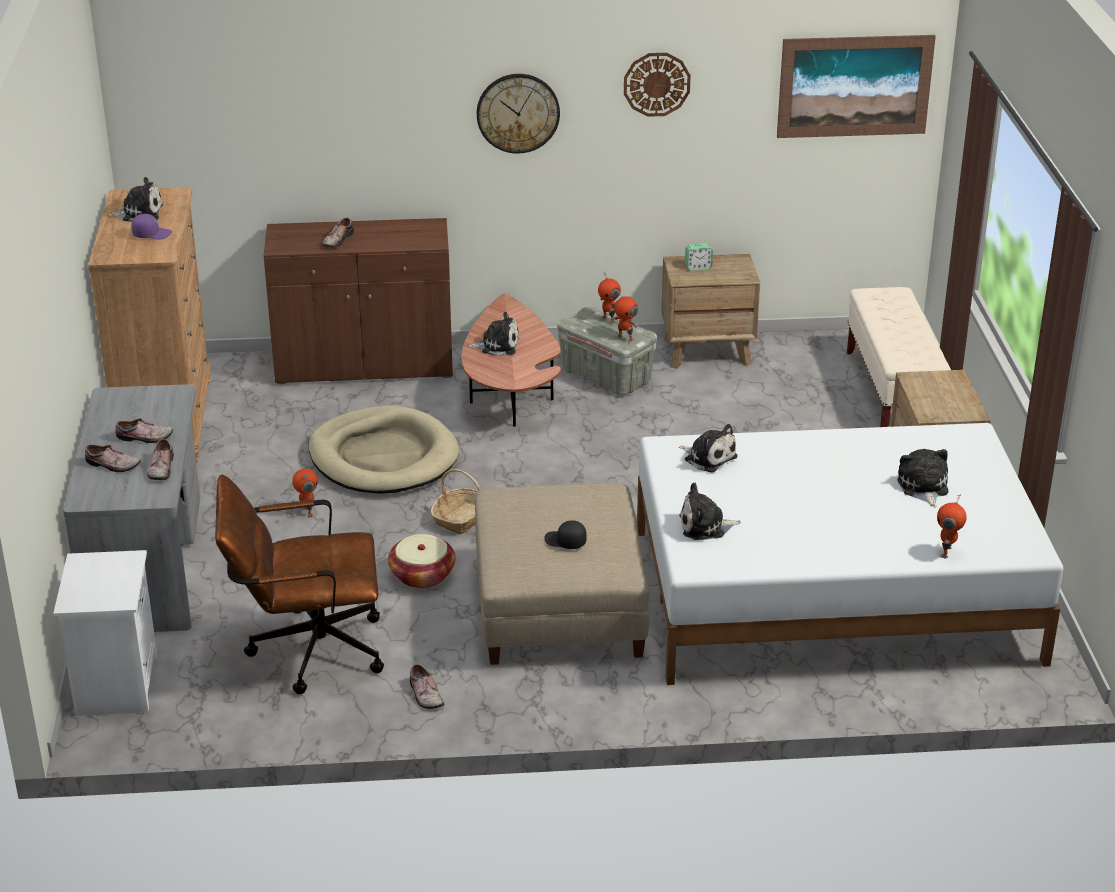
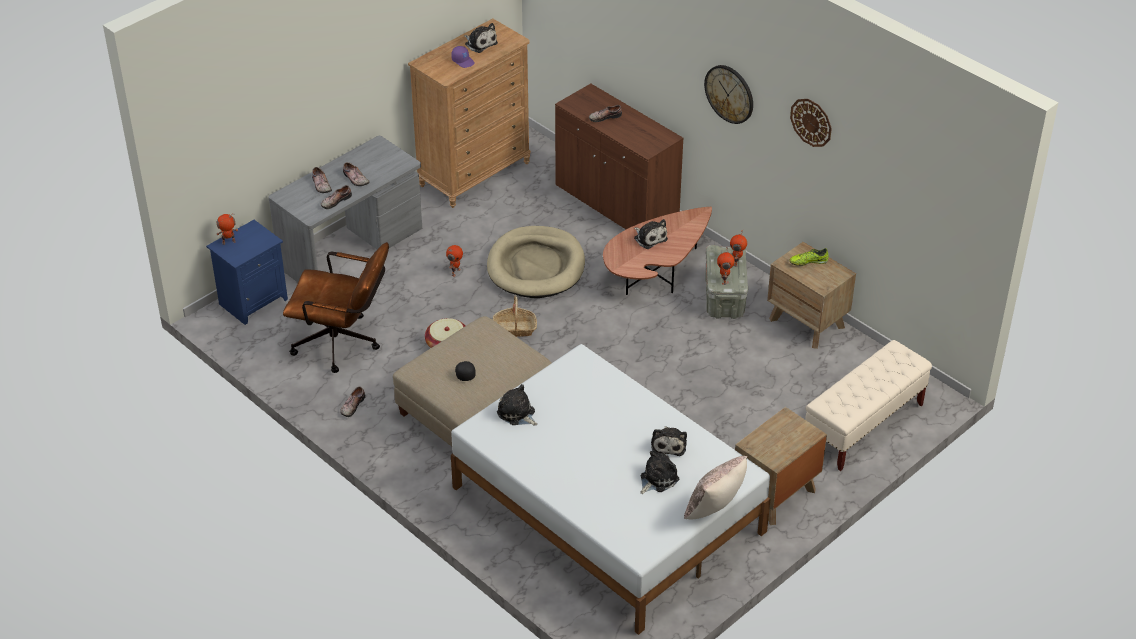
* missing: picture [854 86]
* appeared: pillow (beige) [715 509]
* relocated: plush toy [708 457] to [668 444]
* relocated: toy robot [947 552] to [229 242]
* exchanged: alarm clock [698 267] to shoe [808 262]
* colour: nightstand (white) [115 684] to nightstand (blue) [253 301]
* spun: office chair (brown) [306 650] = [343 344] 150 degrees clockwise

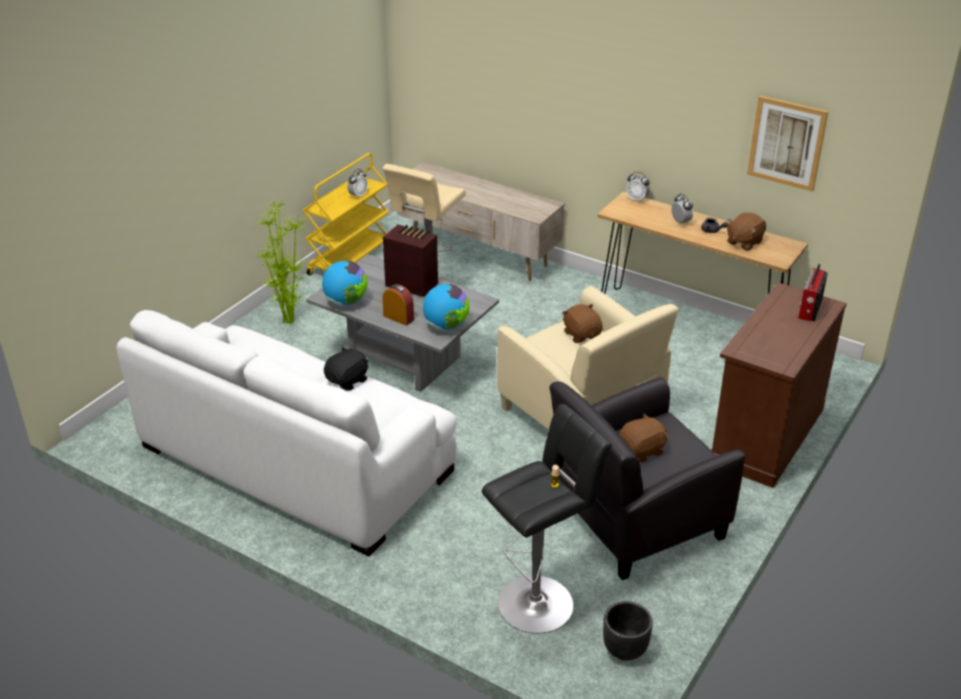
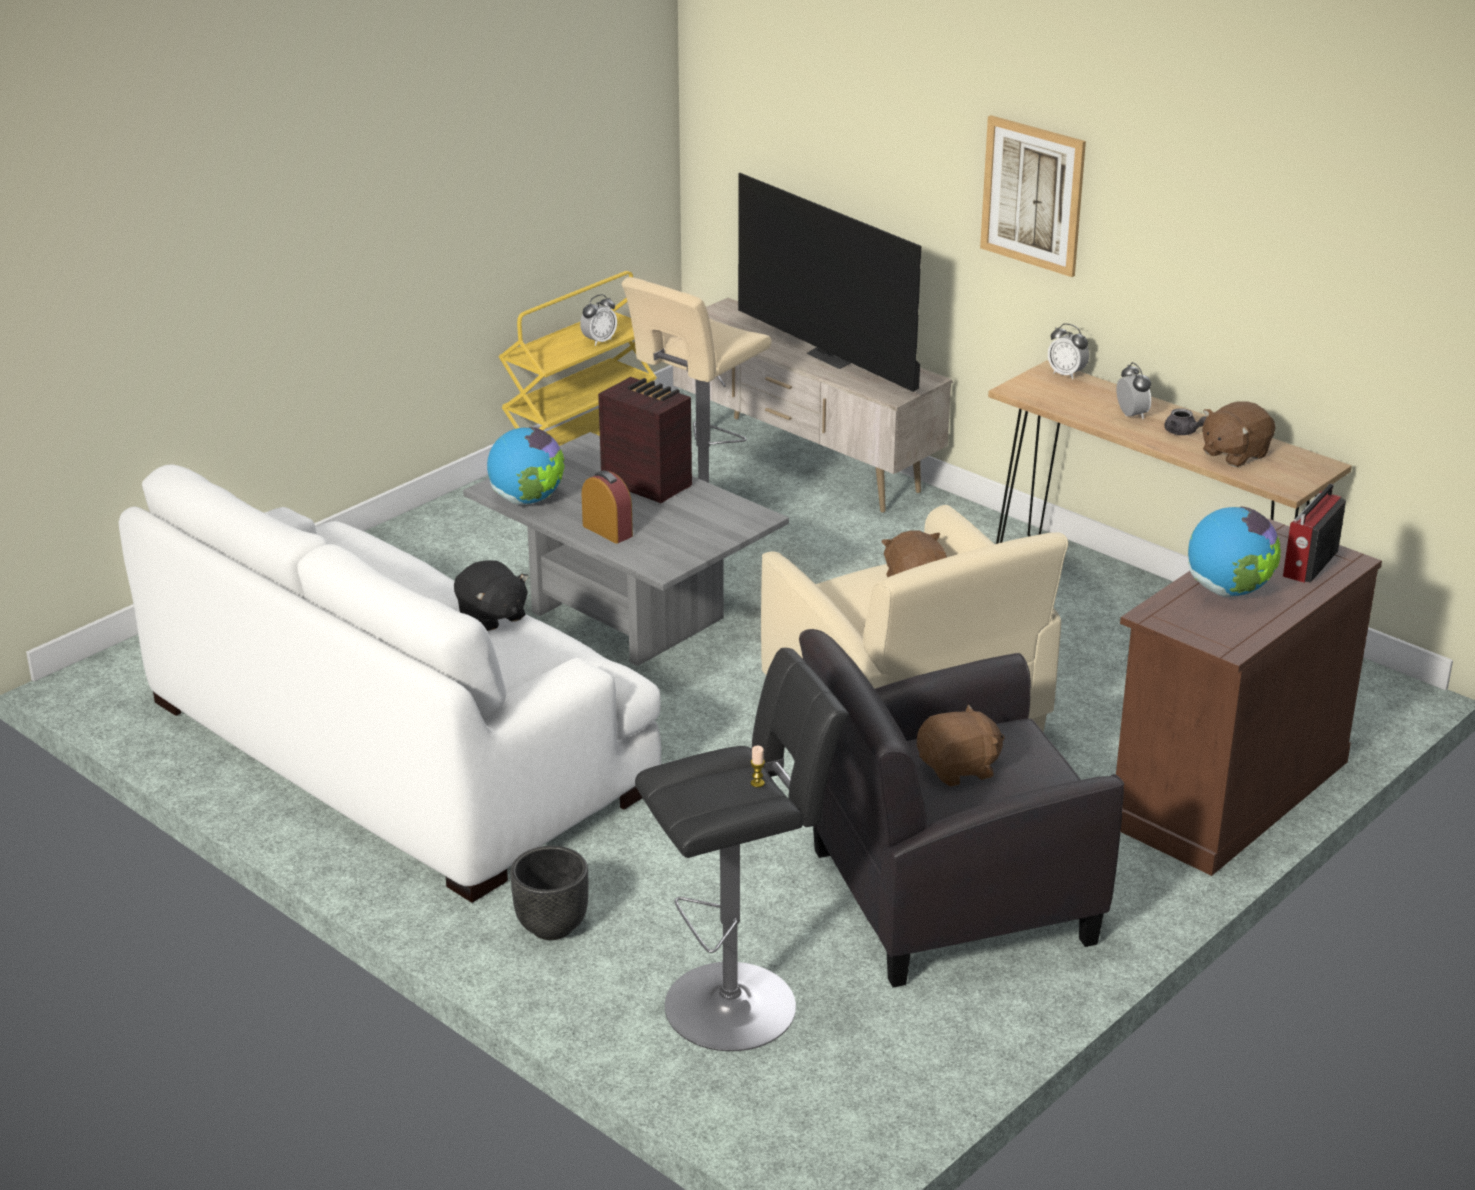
* missing: potted plant [289 323]
* appeared: television [835 357]
* relocated: globe [446 326] to [1228 591]
* relocated: planter (black) [624 650] to [550 927]
* relocated: picture [786 143] to [1032 195]
* spun: plush toy (black) [348 381] = [491 617] 90 degrees clockwise

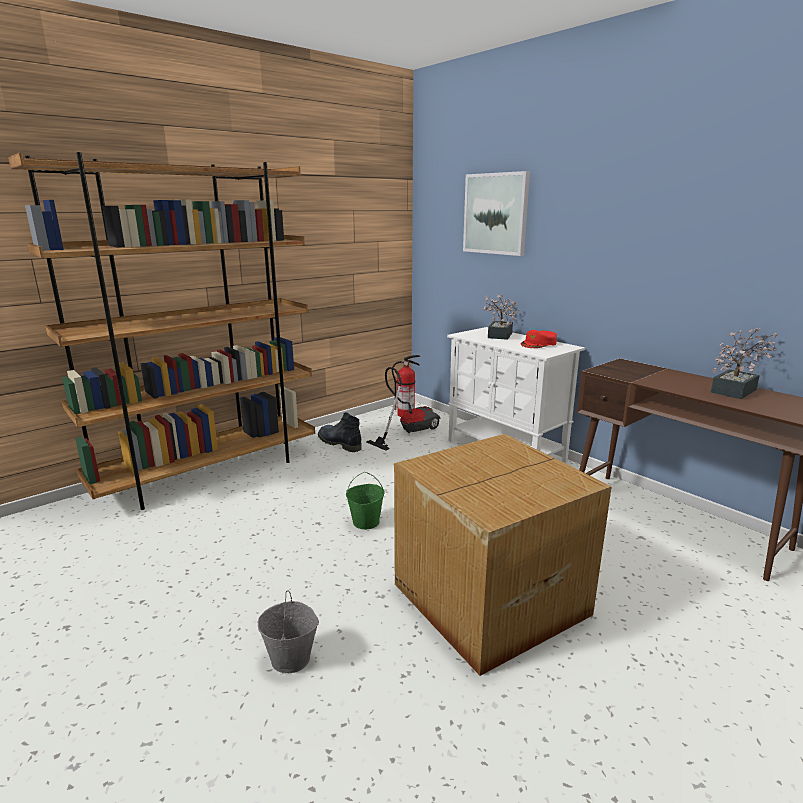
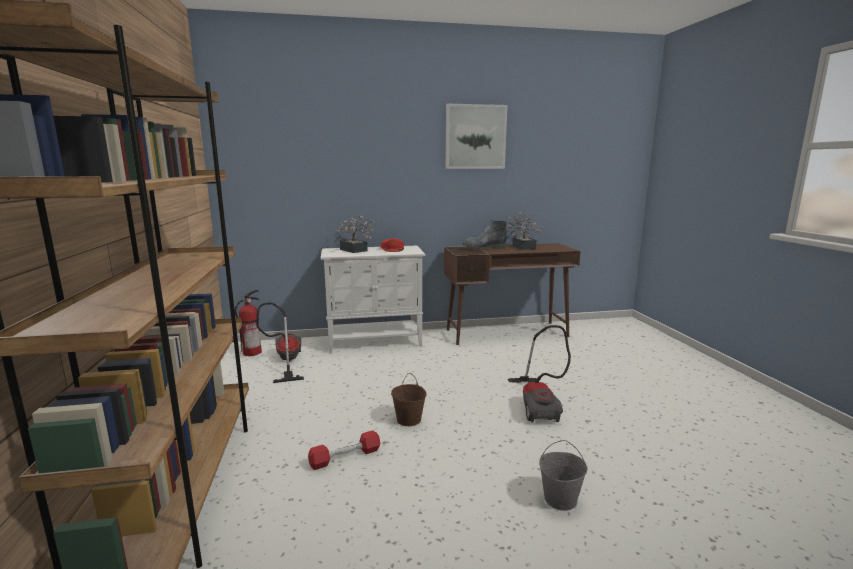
* appeared: dumbbell (red) [345 457]
* relocated: boot [339 443] to [483 248]
* relocated: picture [496 214] to [475 137]
* exchanged: cardboard box [486 598] to vacuum cleaner [538 404]
* colour: bucket (green) [366 522] to bucket (brown) [408 419]

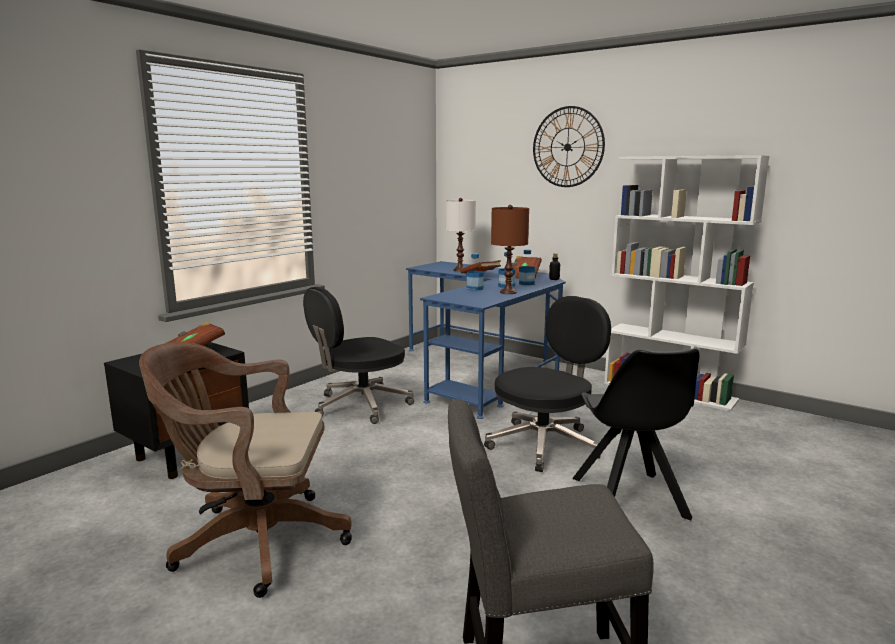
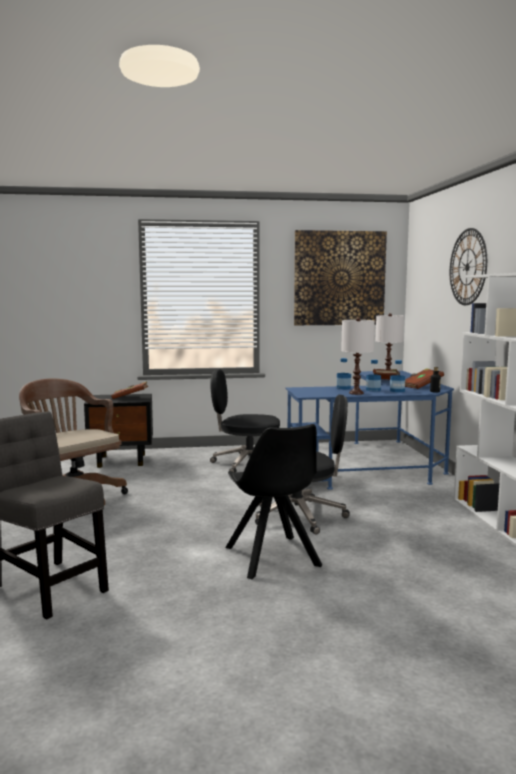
* appeared: picture [339 278]
* colour: table lamp (brown) [508 292] to table lamp (white) [356 393]
* spun: chair (black) [629 499] = [273 558] 60 degrees counterclockwise

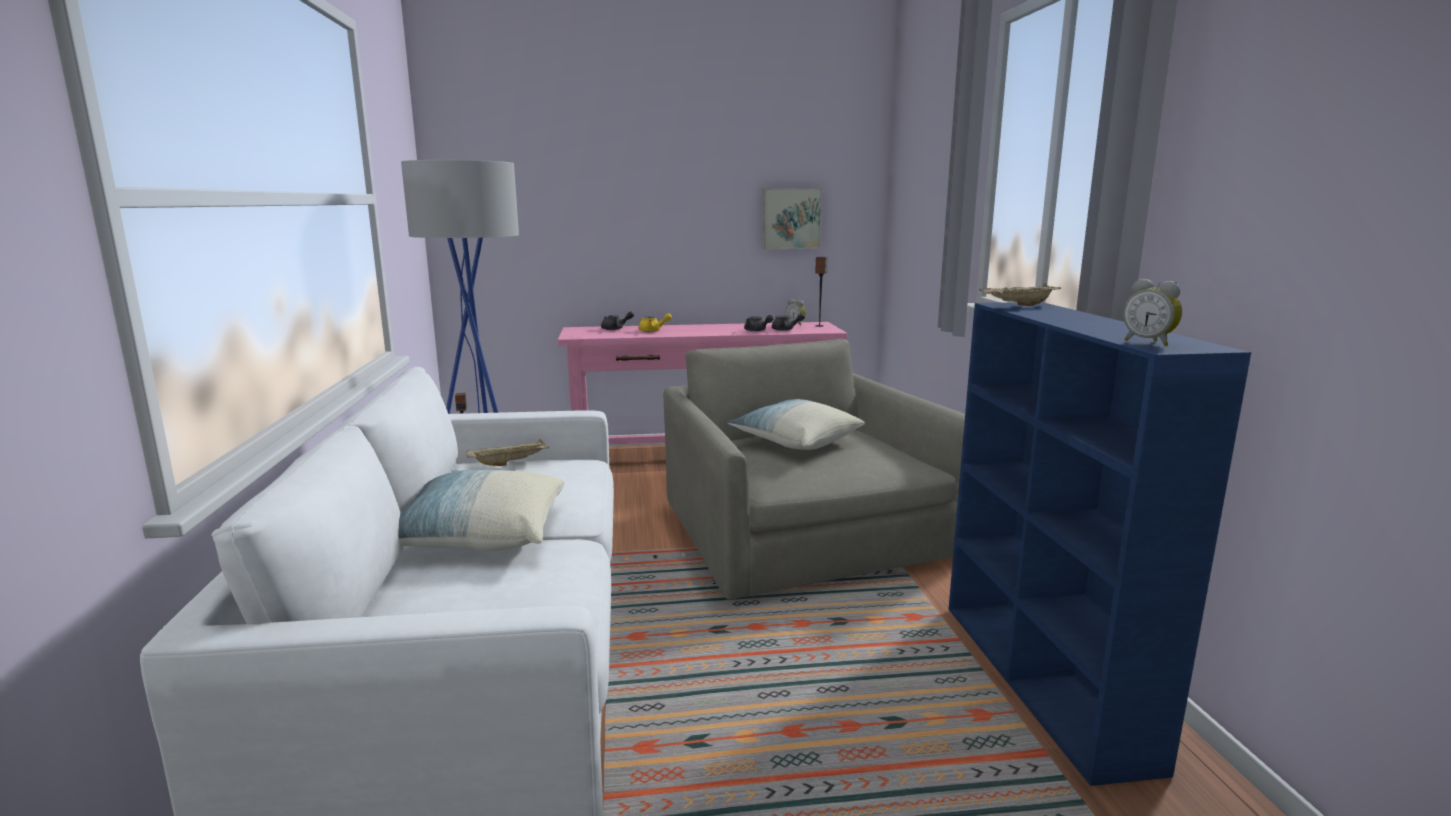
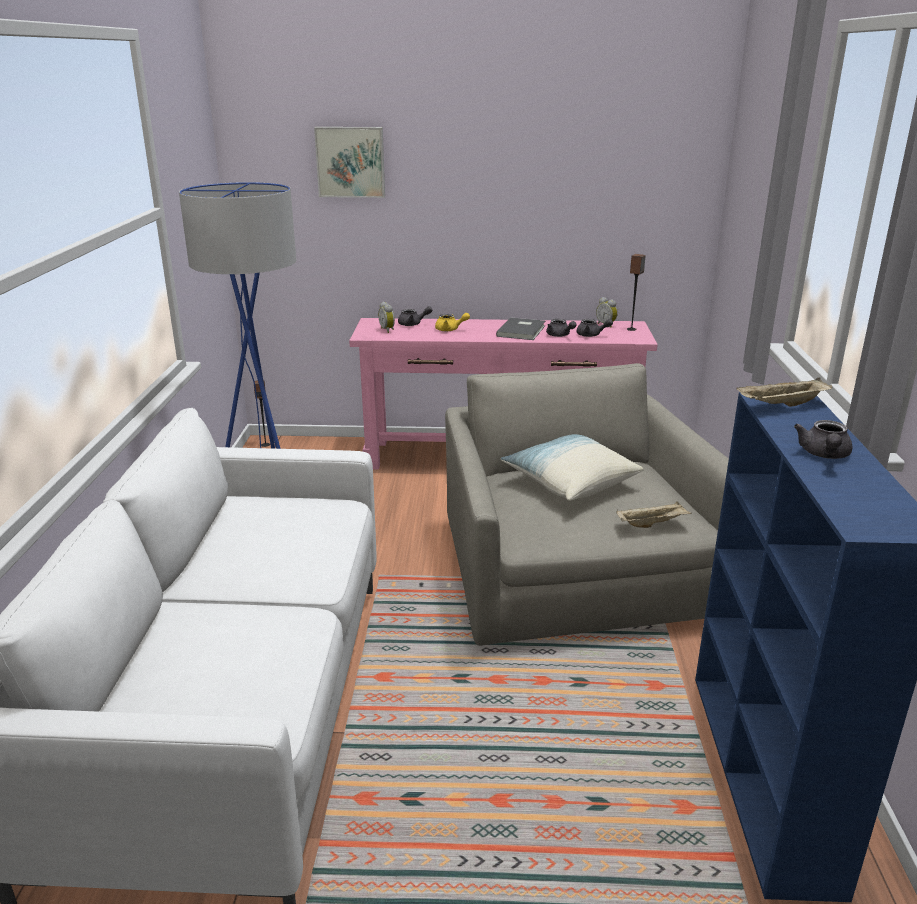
* missing: pillow [480 537]
* appeared: book (grey) [522 331]
* appeared: teapot (grey) [824 455]
* relocated: tray (beige) [510 463] to [652 524]
* relocated: picture [791 218] to [351 162]
* relocated: alarm clock [1149 342] to [388 330]

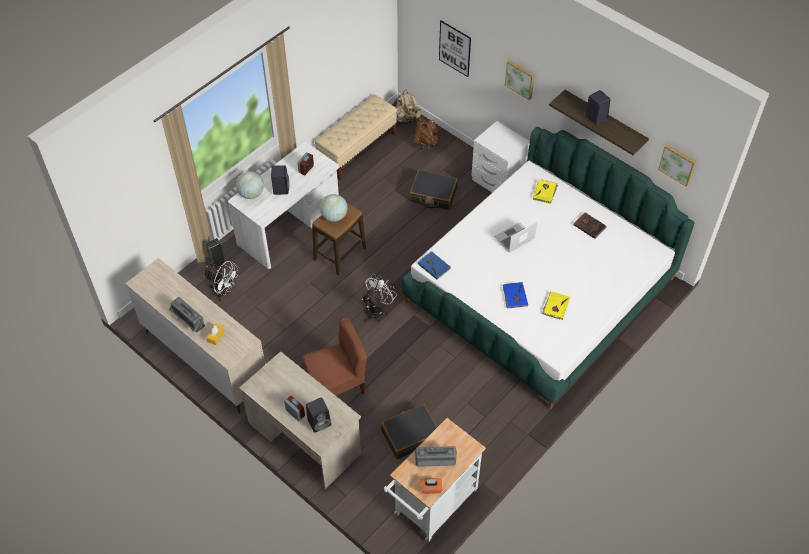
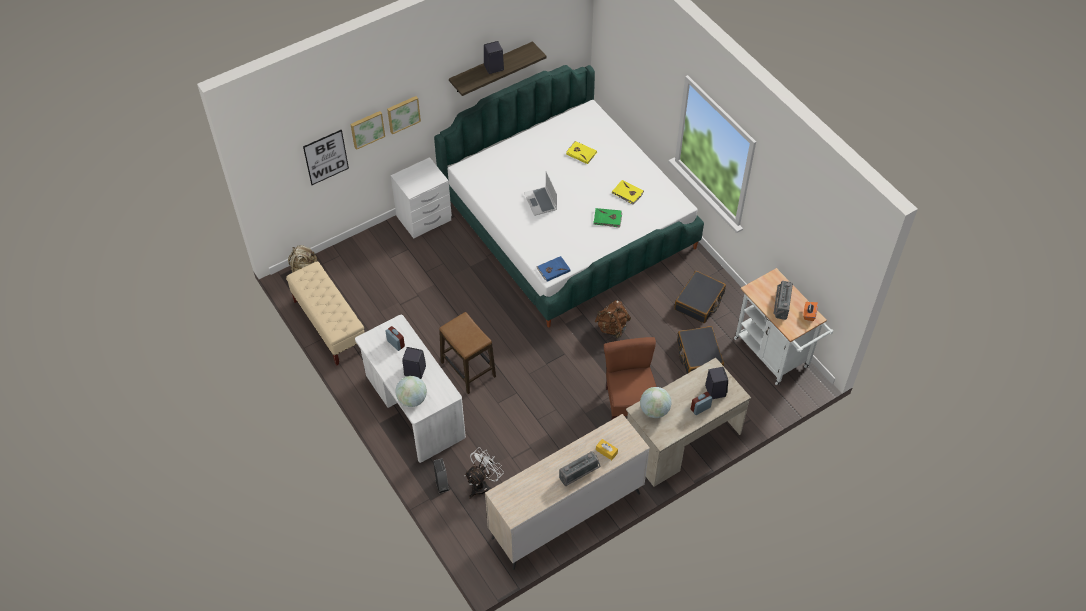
* missing: fan (white) [377 310]
* missing: book (brown) [589 226]
* relocated: globe [334 216] to [654 410]
* relocated: suitcase (black) [433 195] to [699 302]
* relocated: backpack (brown) [426 143] to [612 328]
* relocated: book (yellow) [545 192] to [581 153]
* relocated: picture [678 164] to [367 129]
* colour: book (blue) [514 296] to book (green) [607 219]

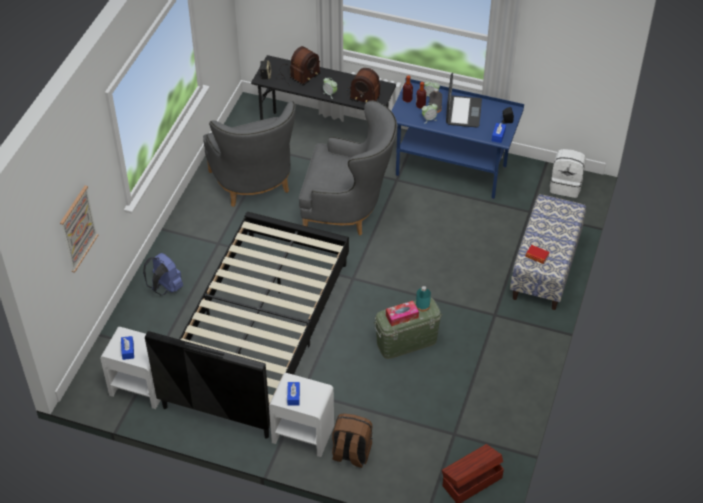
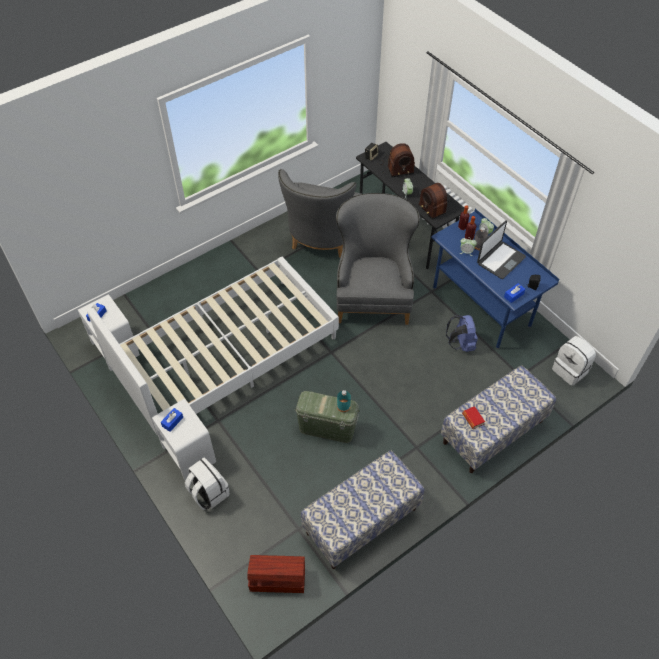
* missing: picture [78 228]
* missing: tissue box [402 316]
* appeared: bench [361 521]
* relocated: backpack (blue) [165 288] to [460 344]
* colour: bed (black) [258 333] to bed (white) [226 355]
* colour: backpack (brown) [351 453] to backpack (white) [208 493]
* spun: armchair (grey) [348 211] = [373 296] 135 degrees counterclockwise

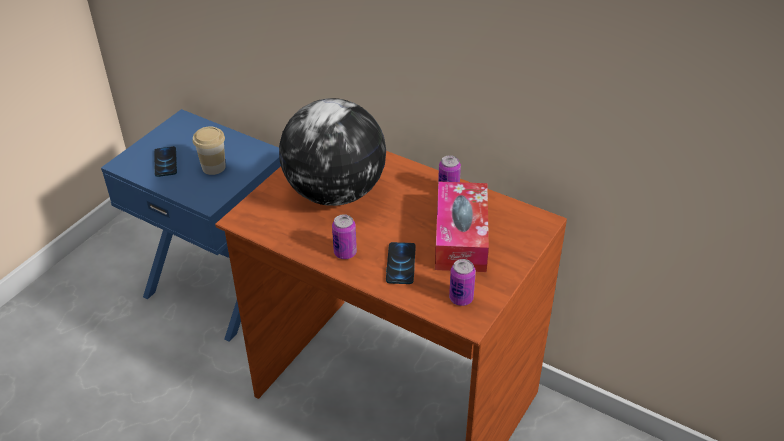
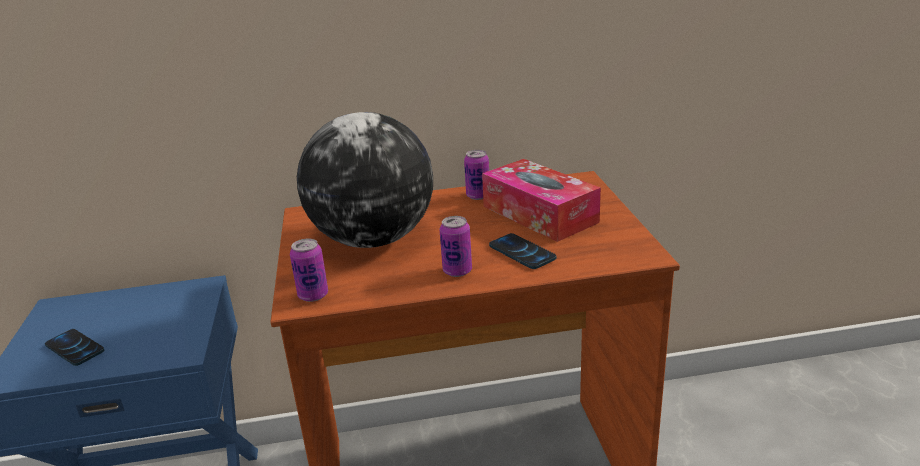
* missing: cup [213 167]
* relocated: can [461 298] to [313 295]

